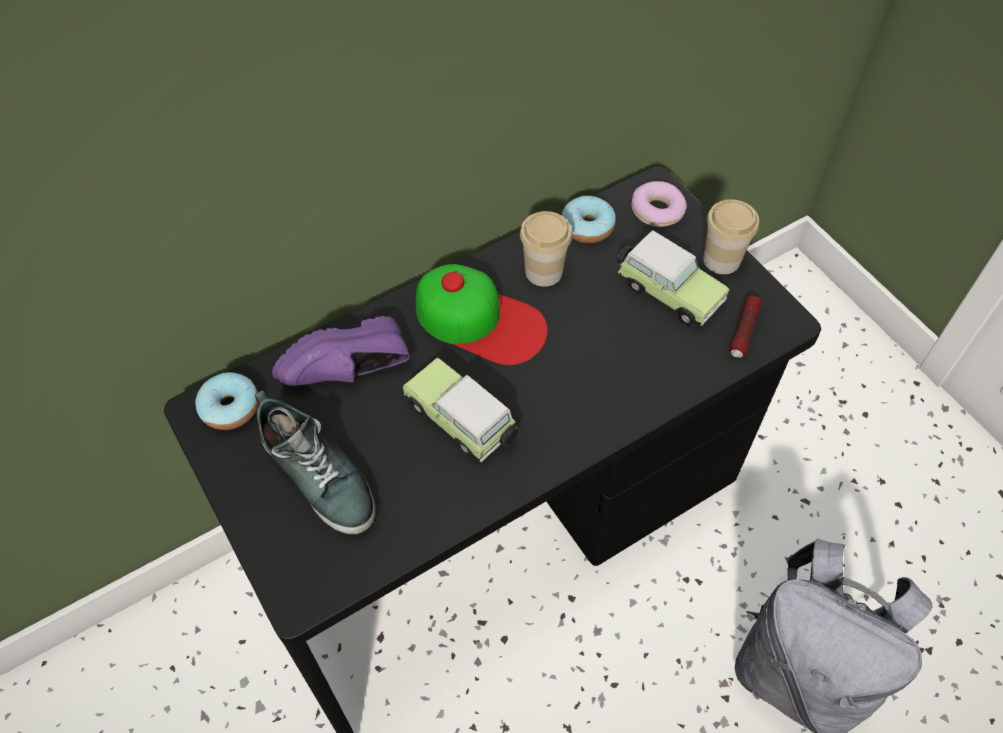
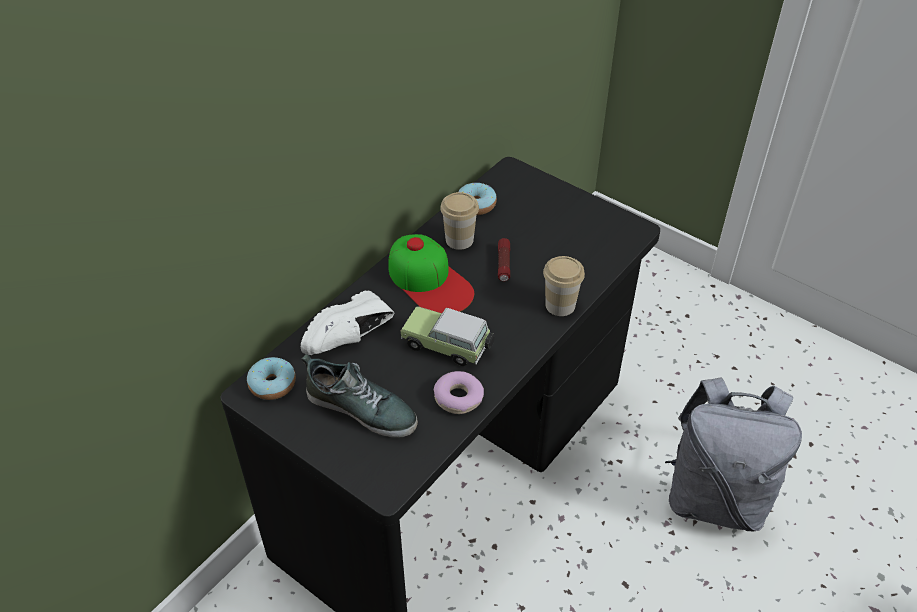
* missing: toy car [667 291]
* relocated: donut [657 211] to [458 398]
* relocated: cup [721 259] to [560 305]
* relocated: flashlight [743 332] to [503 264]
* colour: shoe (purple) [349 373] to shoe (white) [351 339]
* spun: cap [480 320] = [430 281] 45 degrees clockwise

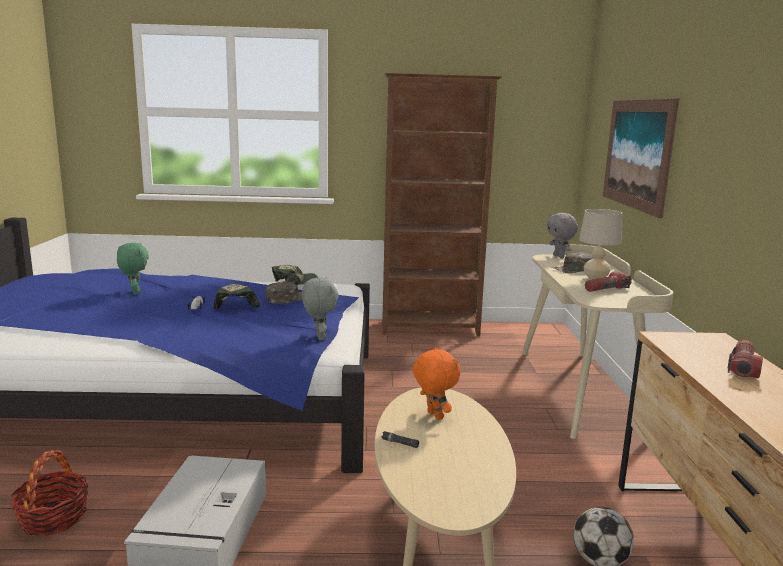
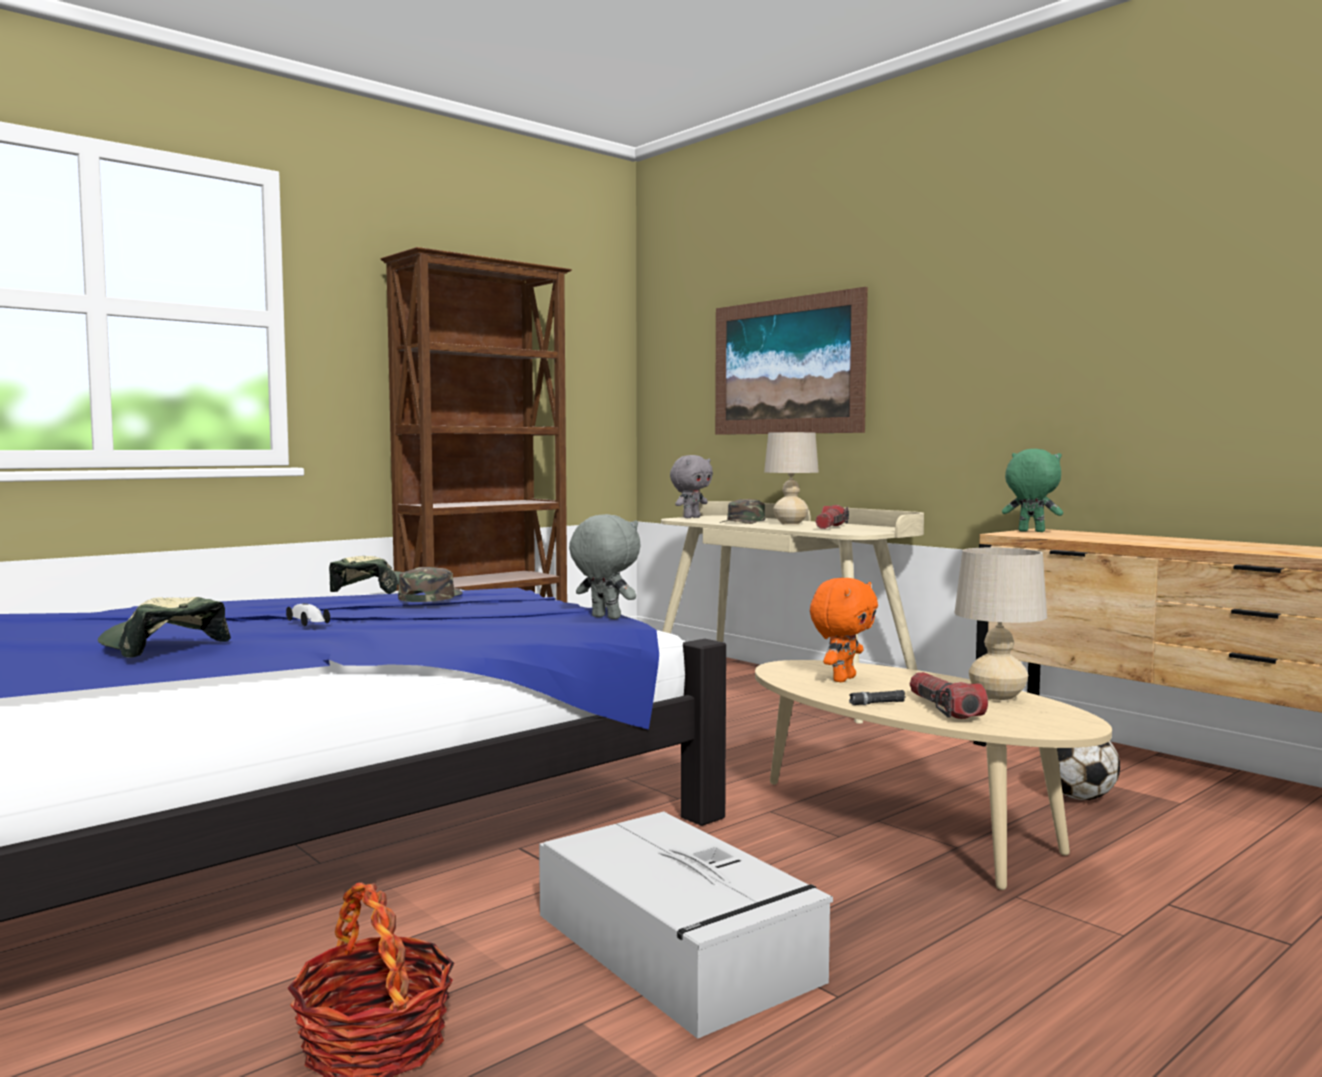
* appeared: table lamp (beige) [997 698]
* relocated: plush toy (green) [135 292] to [1030 531]
* relocated: cap [235 304] to [161 645]
* relocated: flashlight [742 367] to [944 709]
* spun: plush toy (orange) [433 416] = [842 679] 105 degrees clockwise
* spun: plush toy (grey) [559 257] = [691 517] 75 degrees counterclockwise

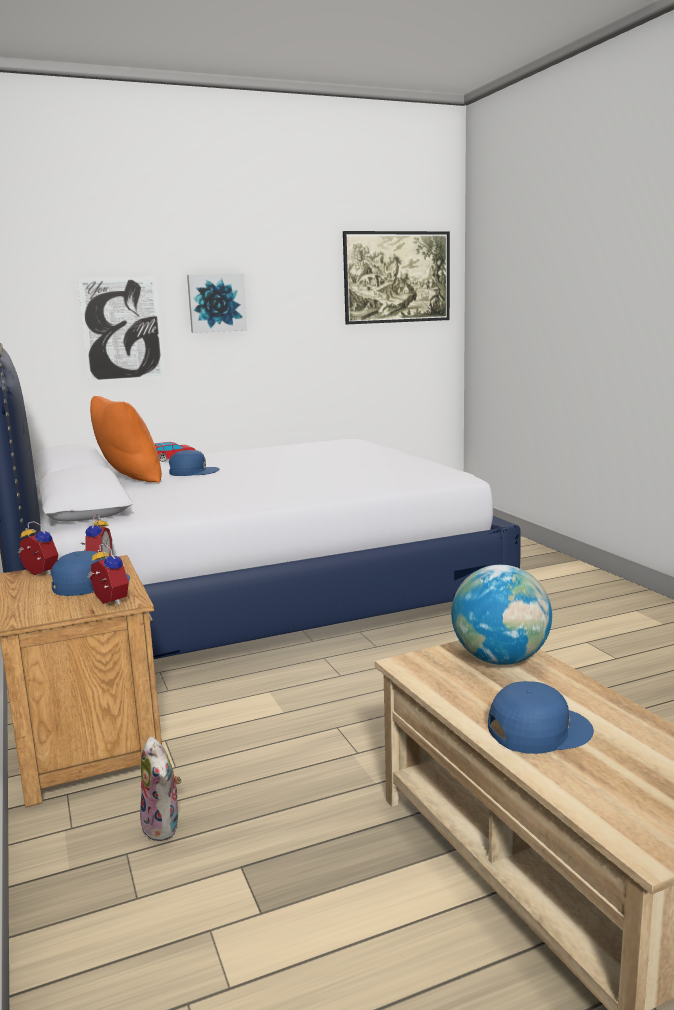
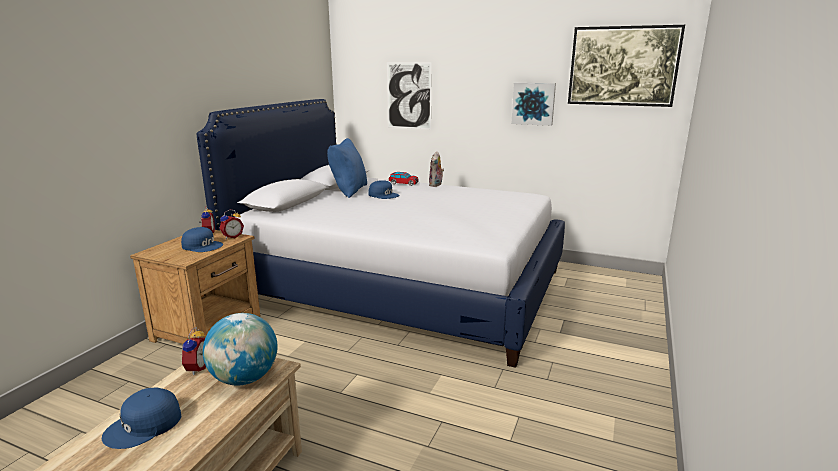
* relocated: alarm clock [108 602] to [196 368]
* relocated: plush toy [164 827] to [436 185]
* relocated: picture [216 303] to [533 103]
* colour: pillow (orange) [128 478] to pillow (blue) [348 191]
* spun: cap (blue) [538 729] = [144 425] 105 degrees clockwise

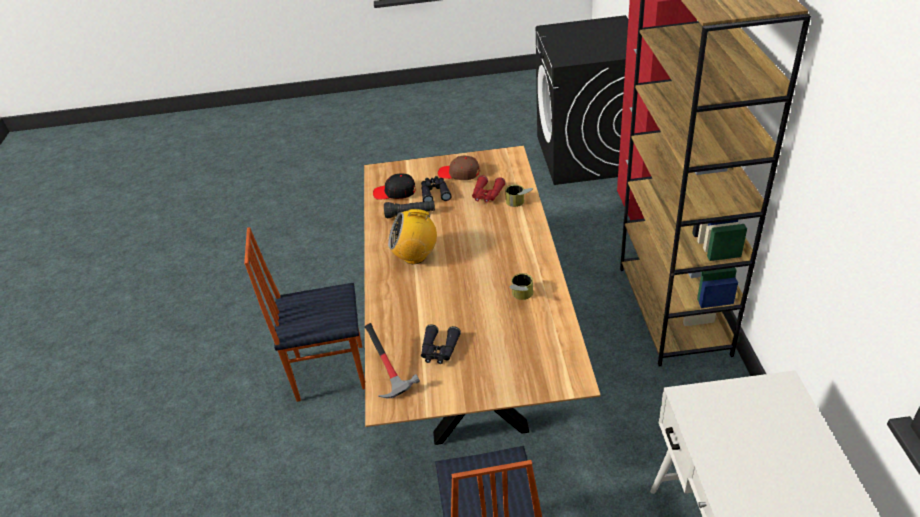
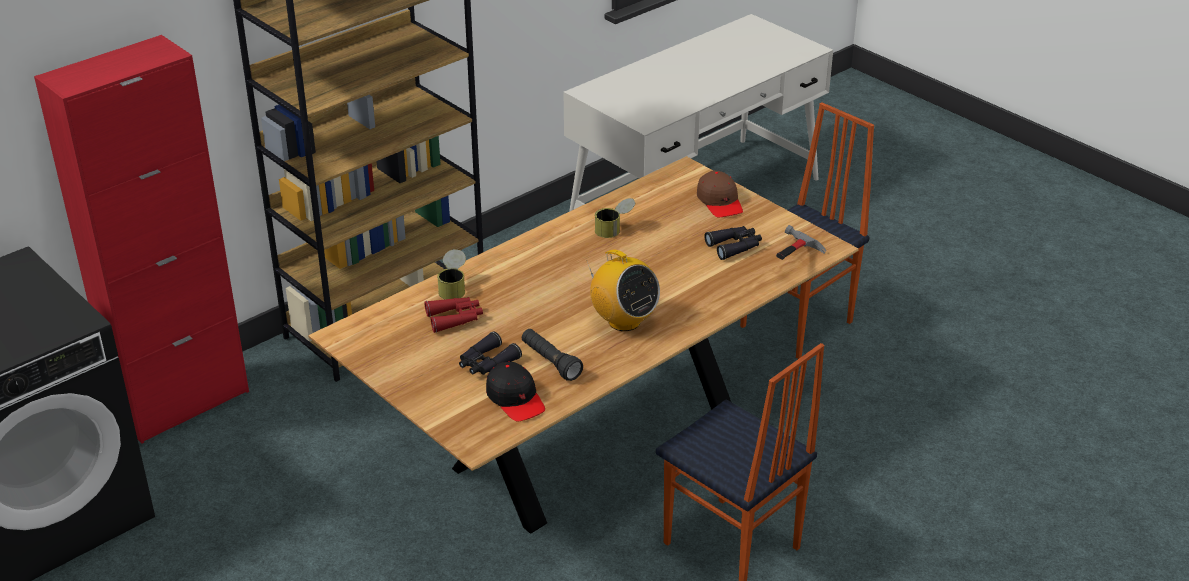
* relocated: cap (brown) [459 173] to [720 202]

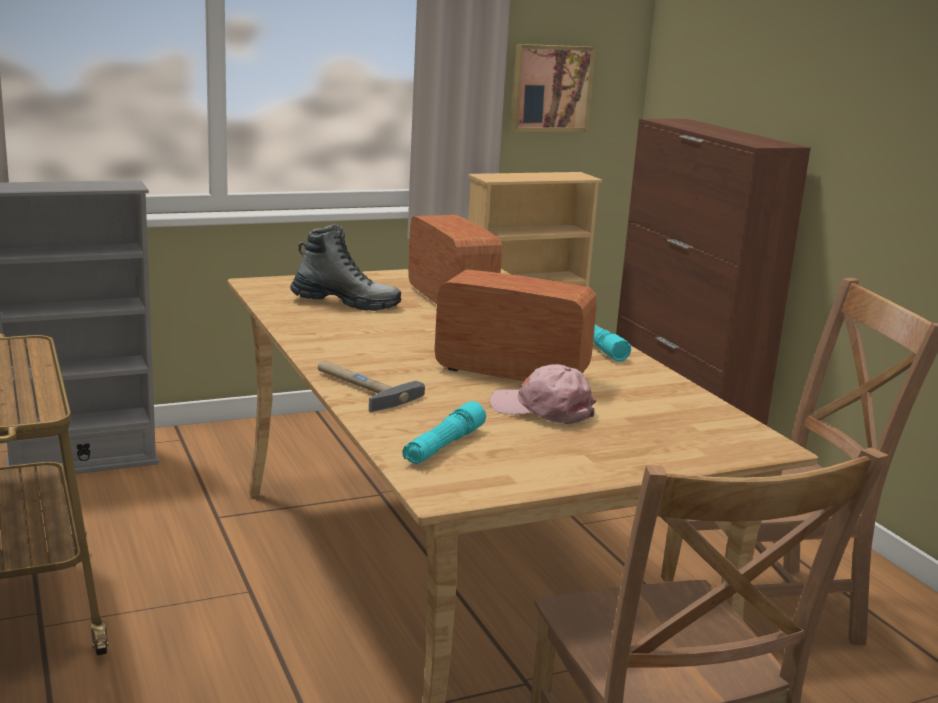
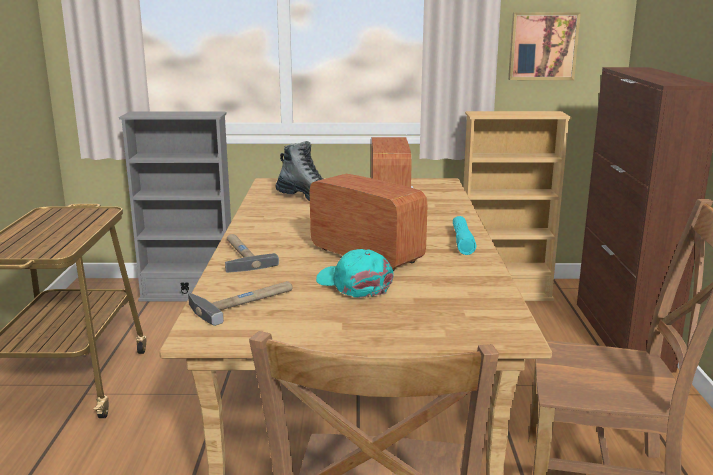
* exchanged: flashlight (turquoise) [444 446] to hammer [244 302]
* colour: cap (pink) [542 409] to cap (turquoise) [354 284]

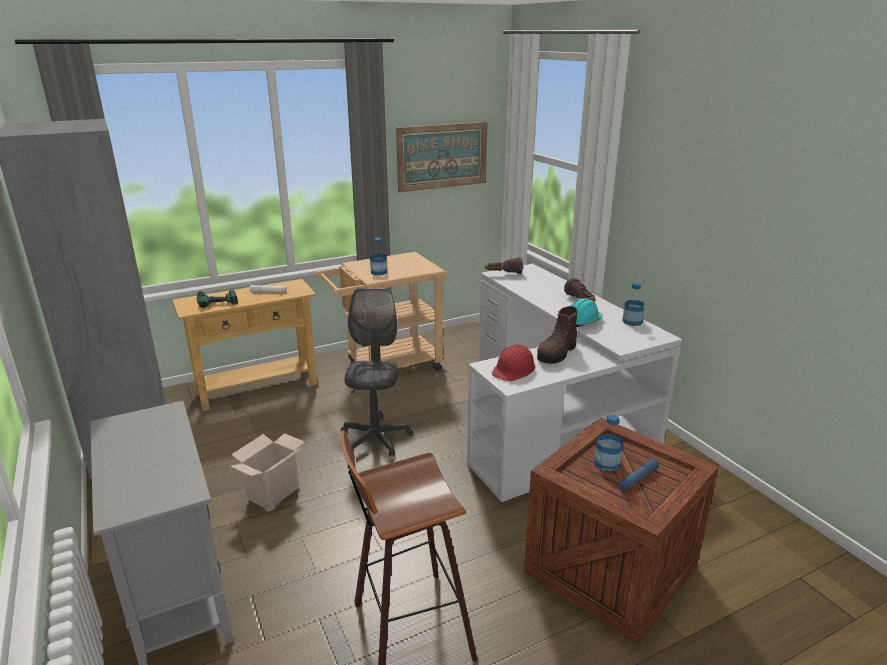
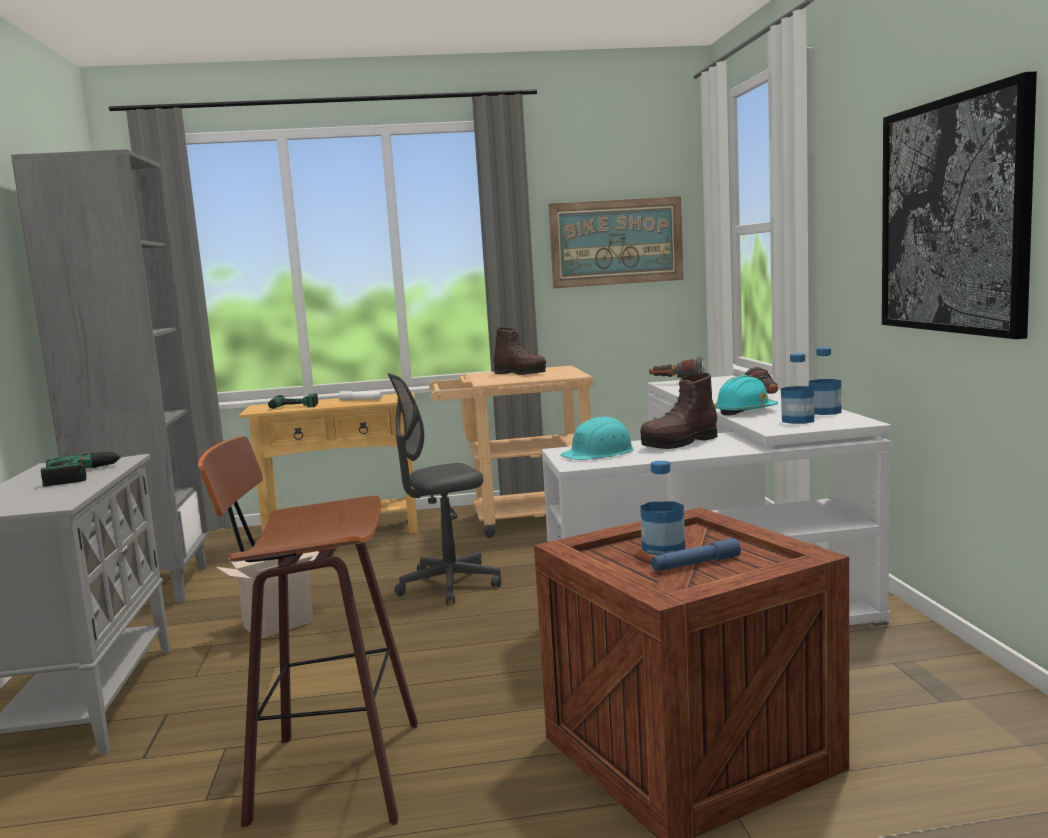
* appeared: power drill [92 473]
* appeared: boot (brown) [520 373]
* appeared: picture [953 216]
* relocated: bottle [378 272] to [797 420]
* colour: hard hat (red) [514 369] to hard hat (turquoise) [599 453]
* spun: office chair (grey) [375 439] = [448 585] 135 degrees counterclockwise

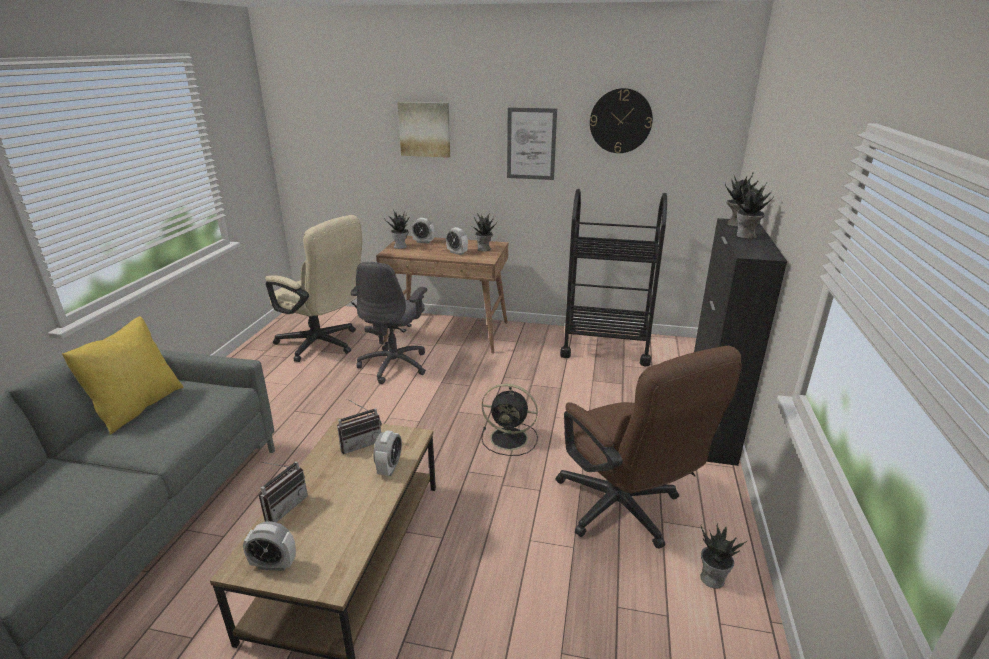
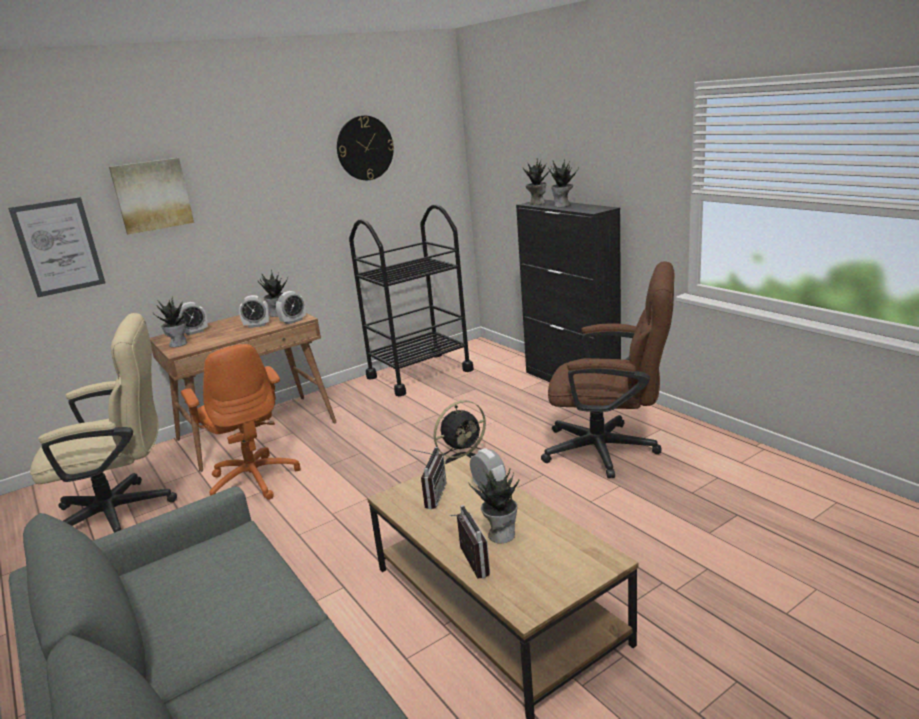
* missing: pillow (yellow) [137 407]
* relocated: alarm clock [274 564] to [293 321]
* relocated: picture [531 144] to [59 247]
* relocated: potted plant [712 578] to [501 534]
* colour: office chair (grey) [395 365] to office chair (orange) [253 479]

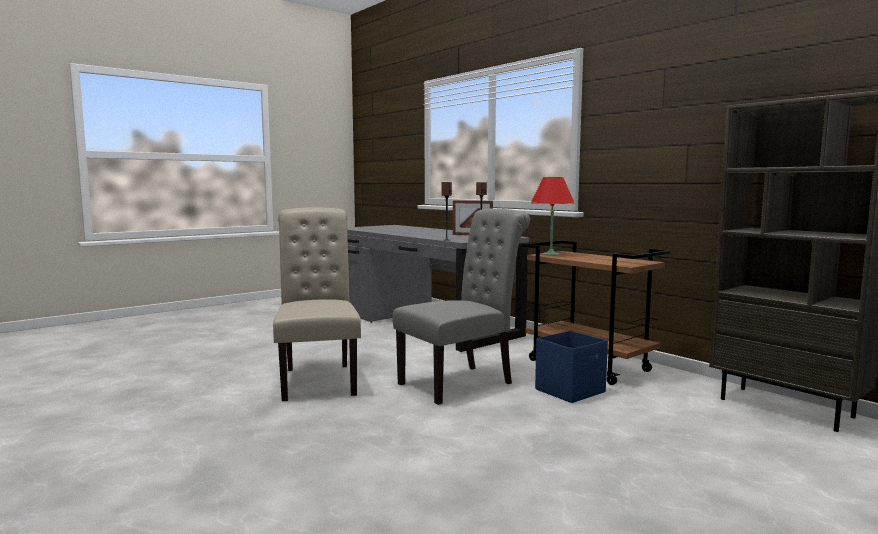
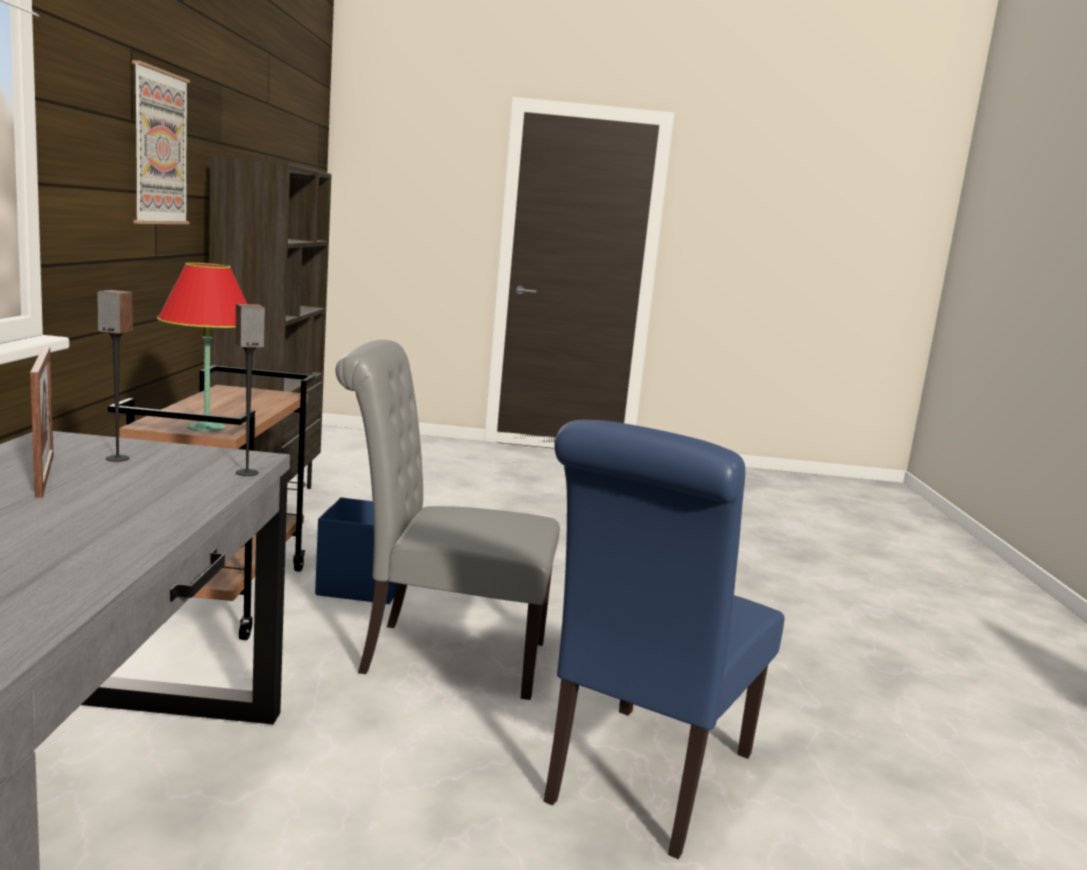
* appeared: picture [159 148]
* colour: chair (beige) [318 379] to chair (blue) [643 783]

